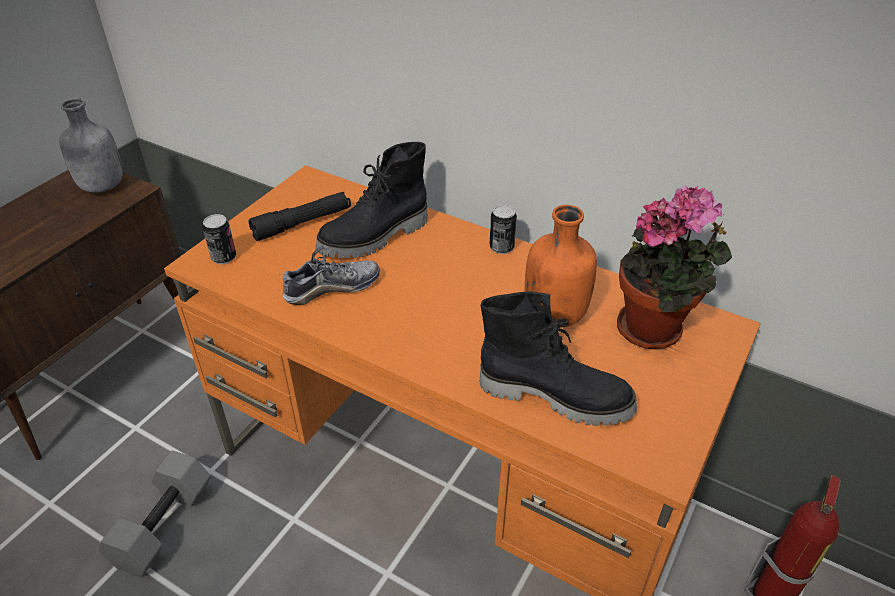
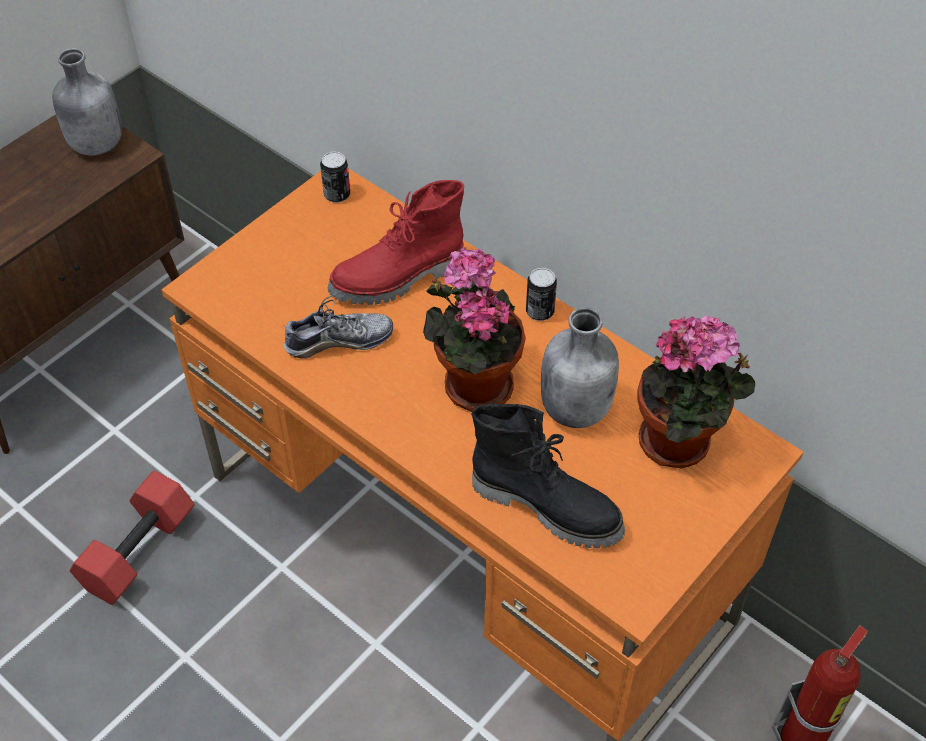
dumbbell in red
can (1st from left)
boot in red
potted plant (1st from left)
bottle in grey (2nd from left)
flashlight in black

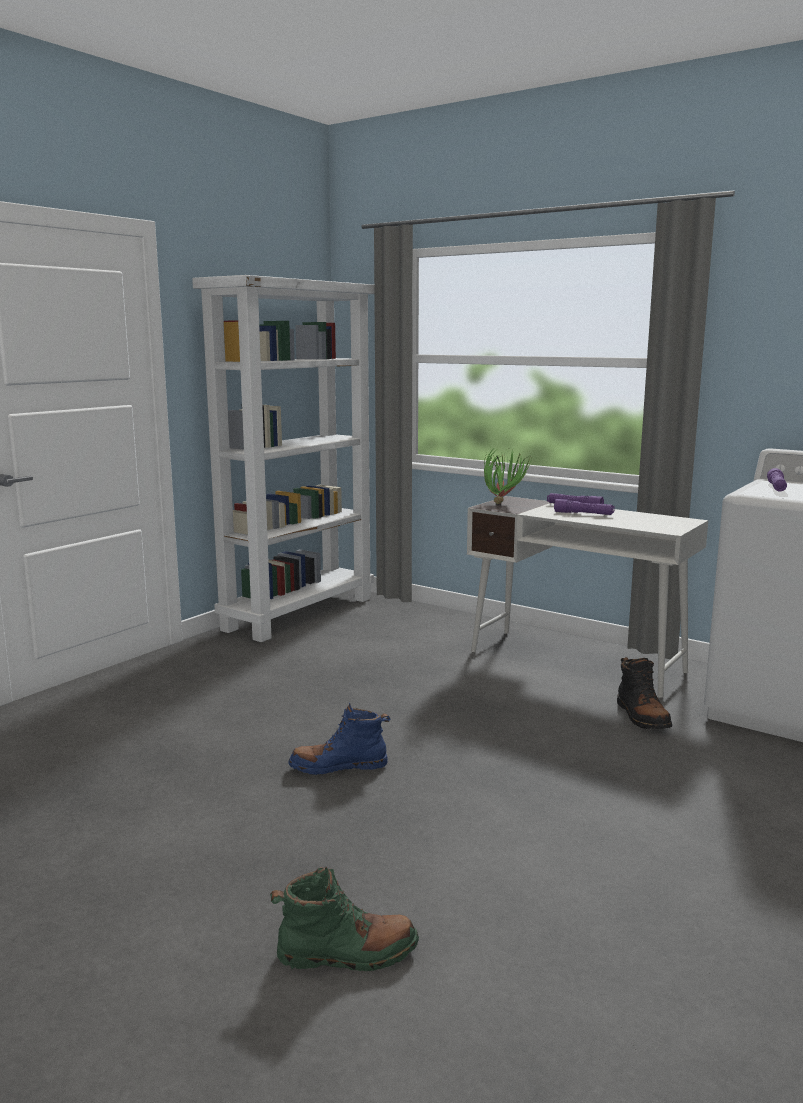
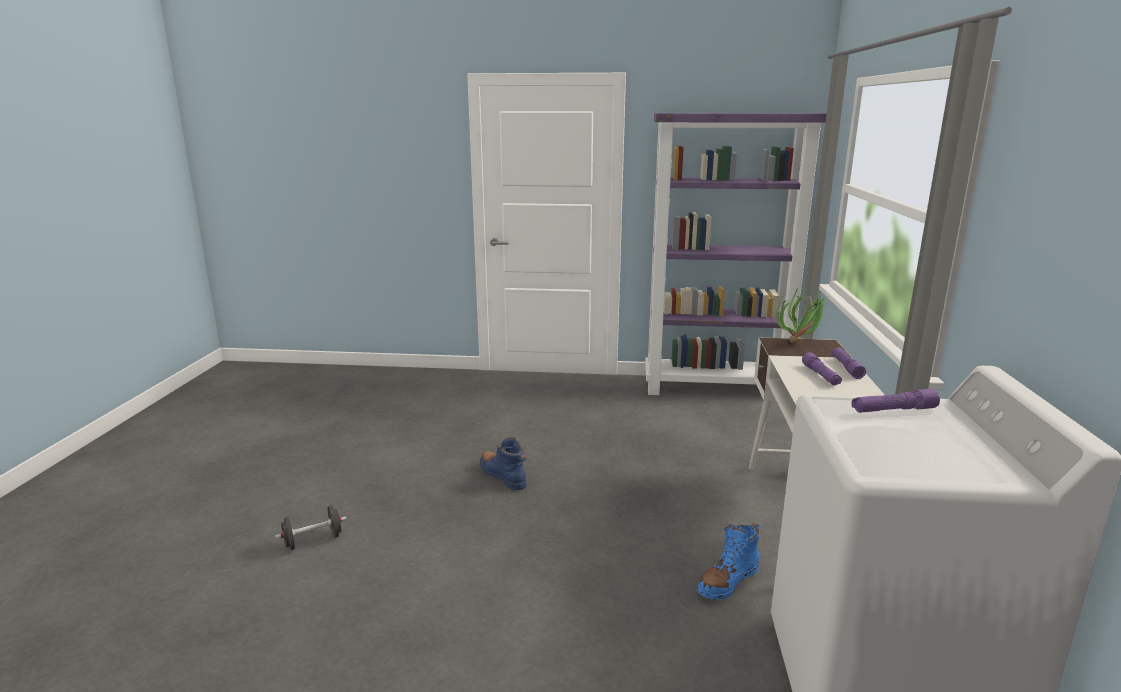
dumbbell in black
bookcase in purple
boot in blue (2nd from left)

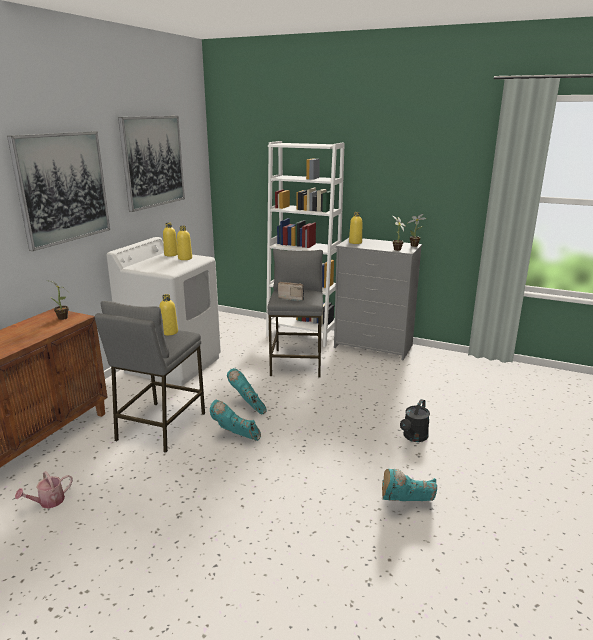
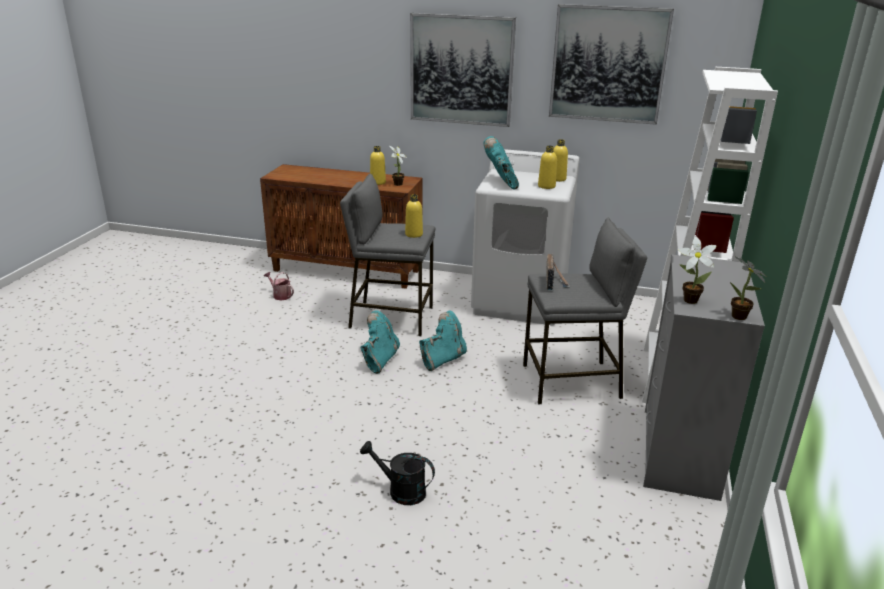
bottle in yellow (1st from left)
boot in turquoise (3rd from left)

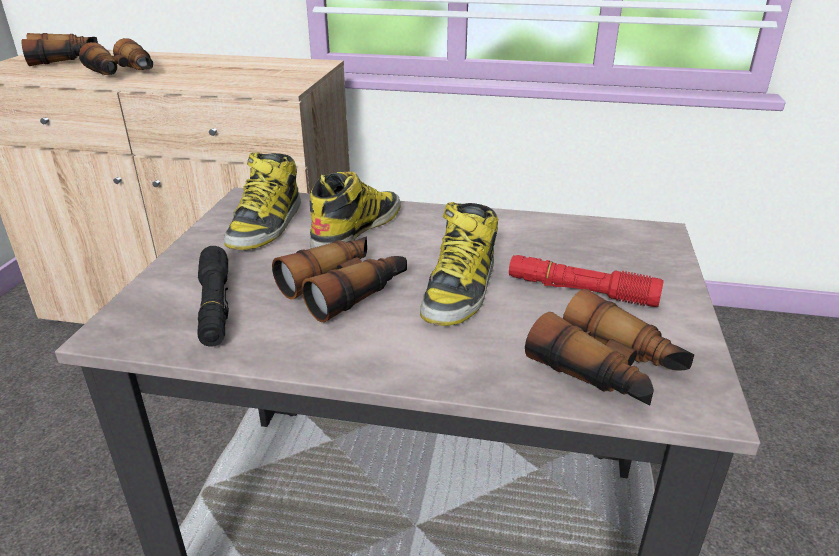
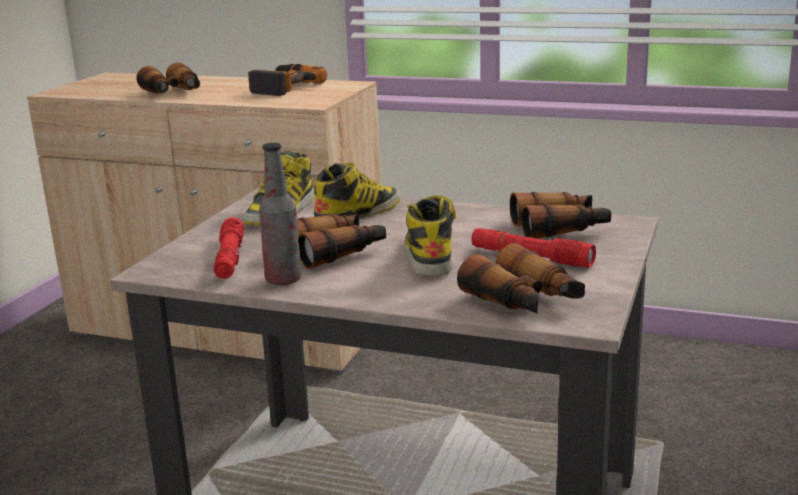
flashlight in red (1st from left)
power drill
bottle
boot (3rd from left)
binoculars (4th from left)

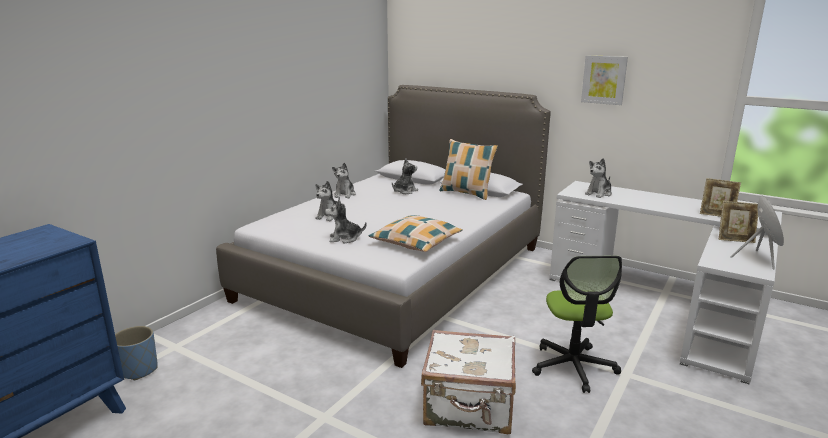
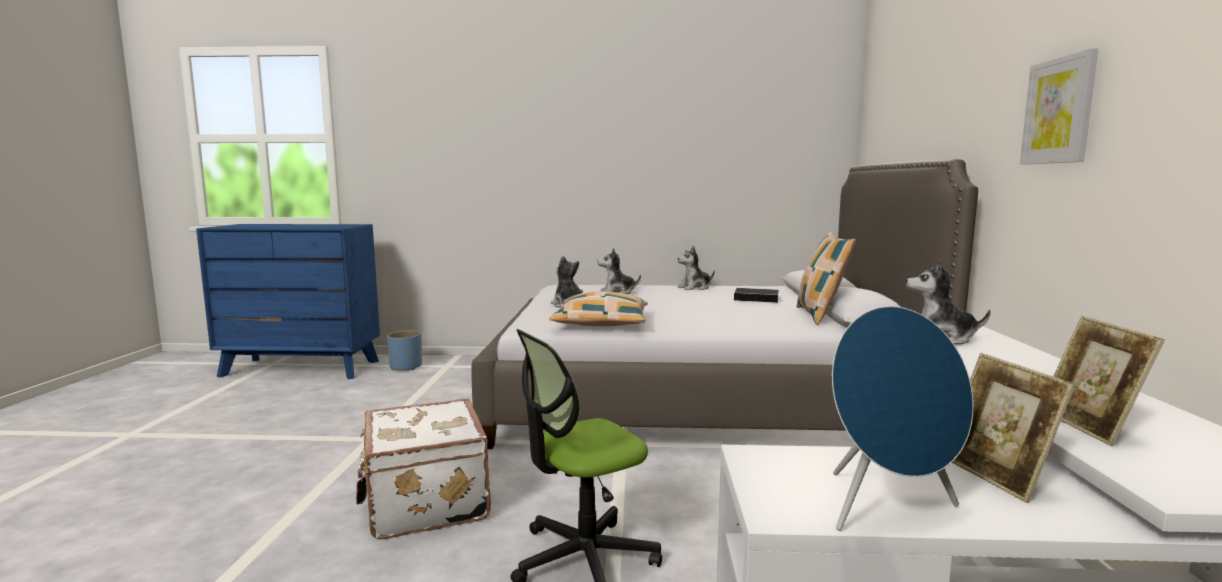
book

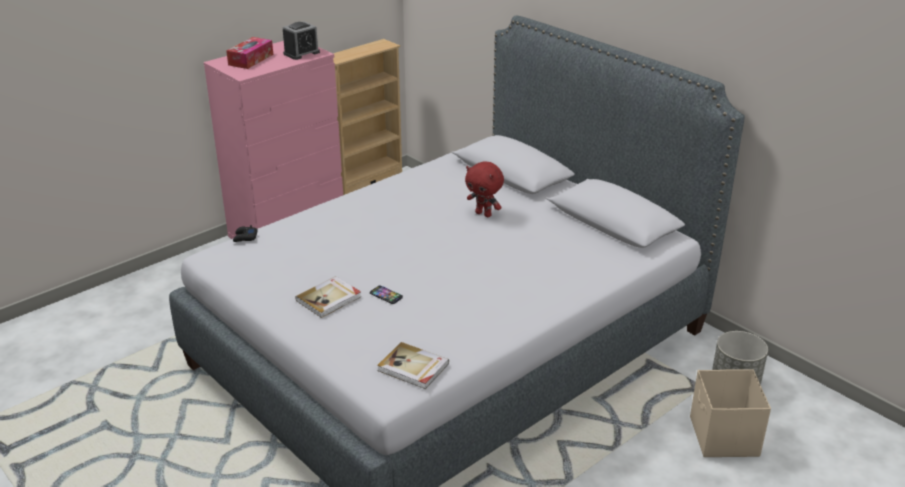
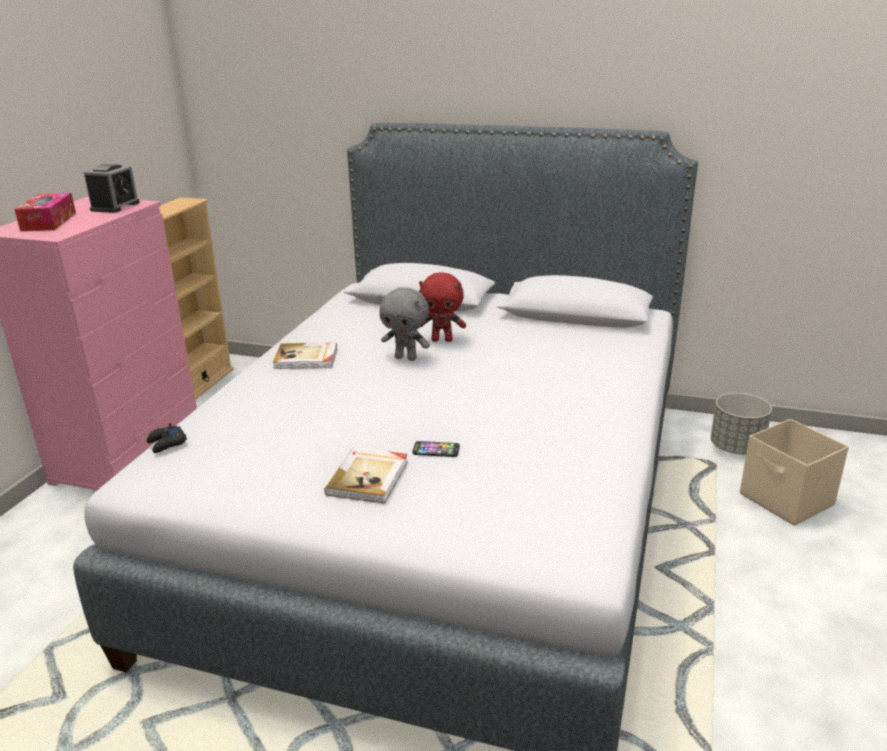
book (1st from left)
plush toy in grey

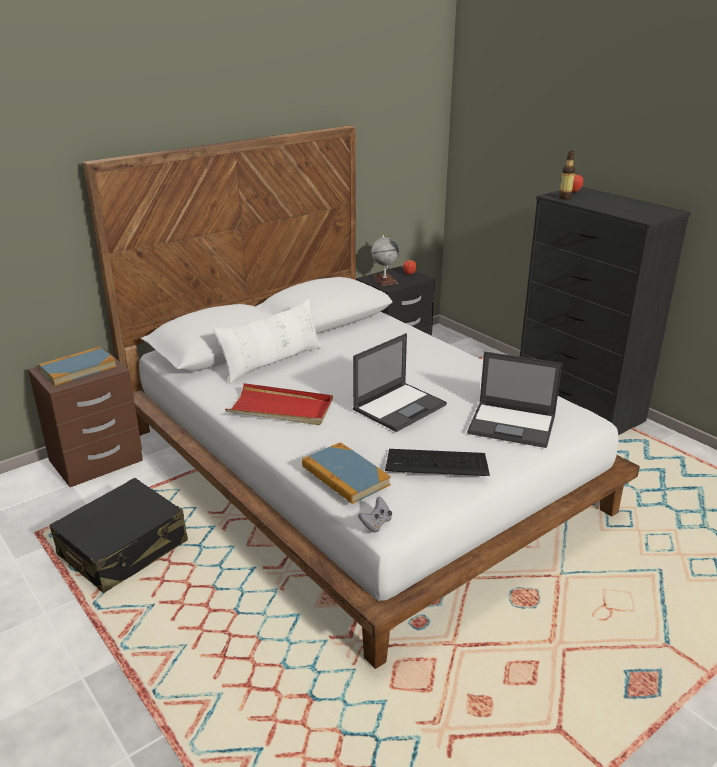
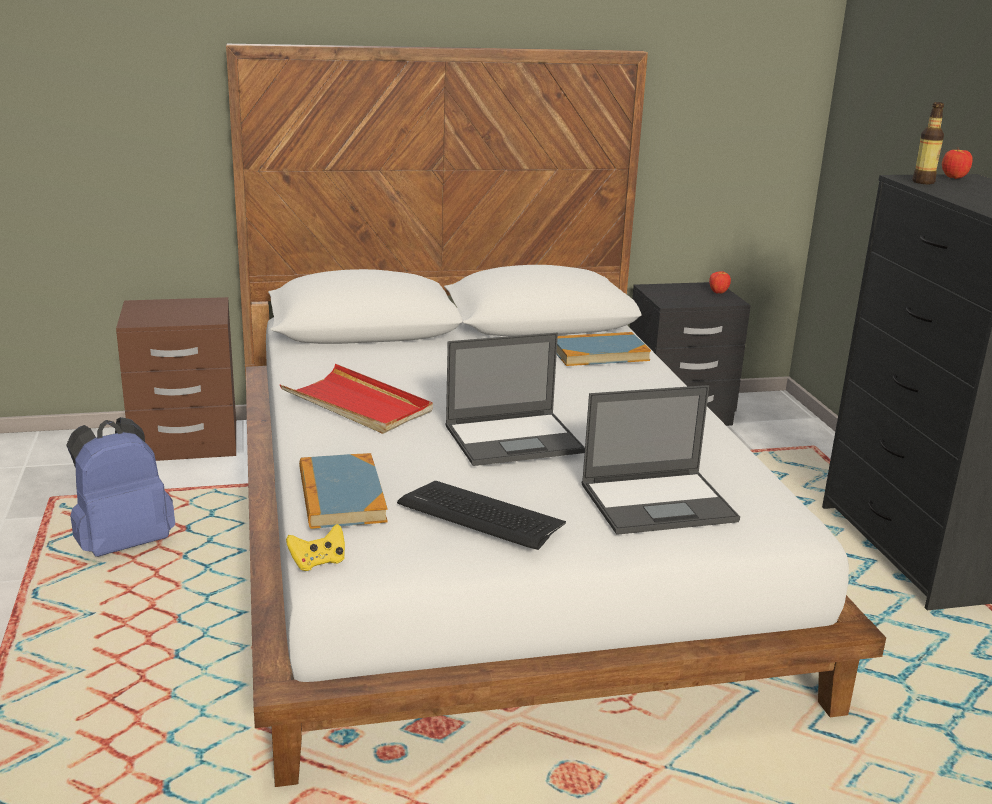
backpack in blue
game controller in yellow
book (2nd from left)
laptop (2nd from left)
pillow in white
globe

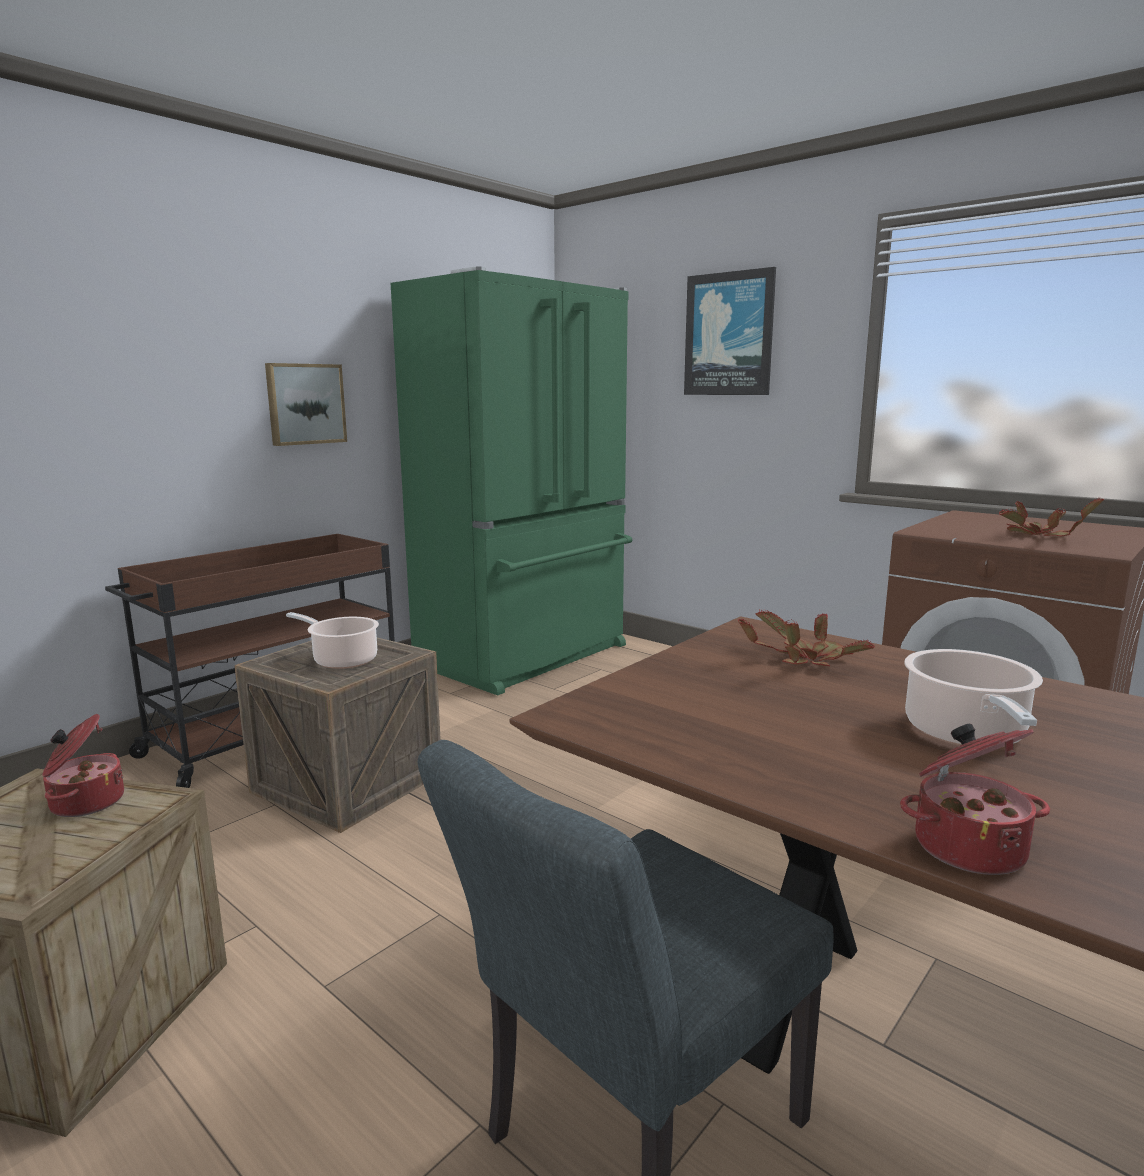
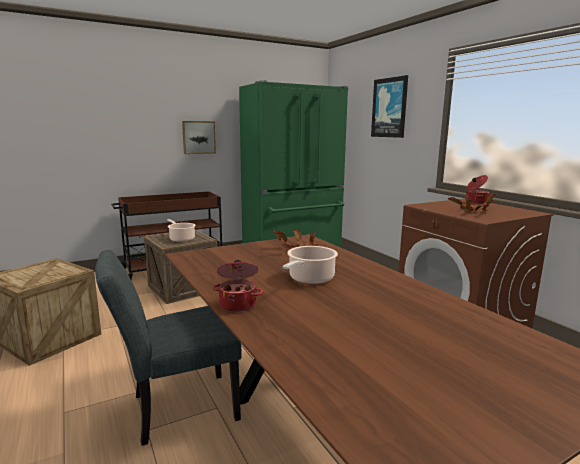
cooking pot (4th from left)

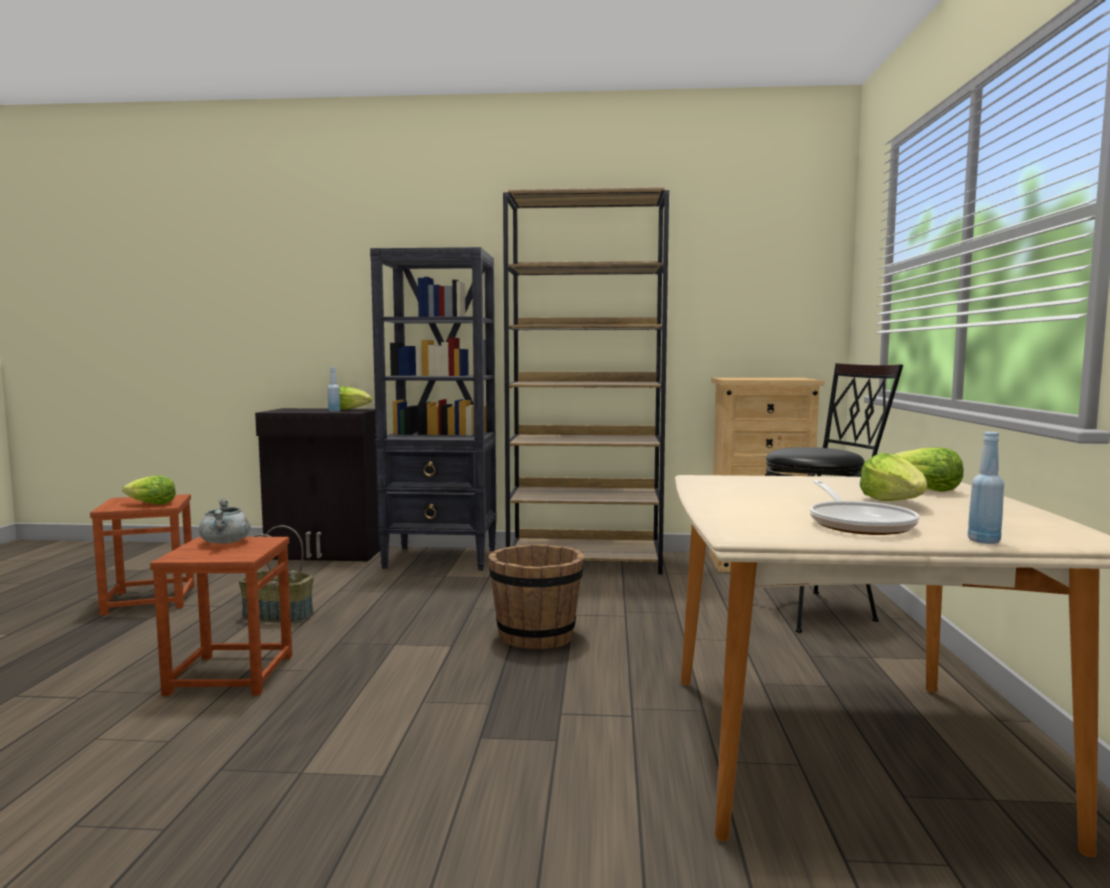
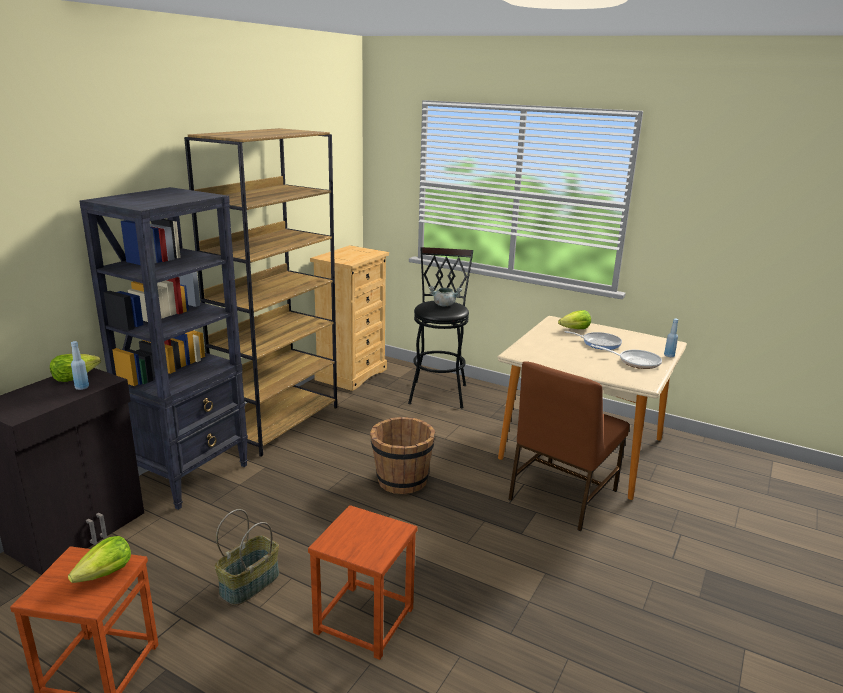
cooking pot in grey
chair in brown
frying pan (1st from left)

